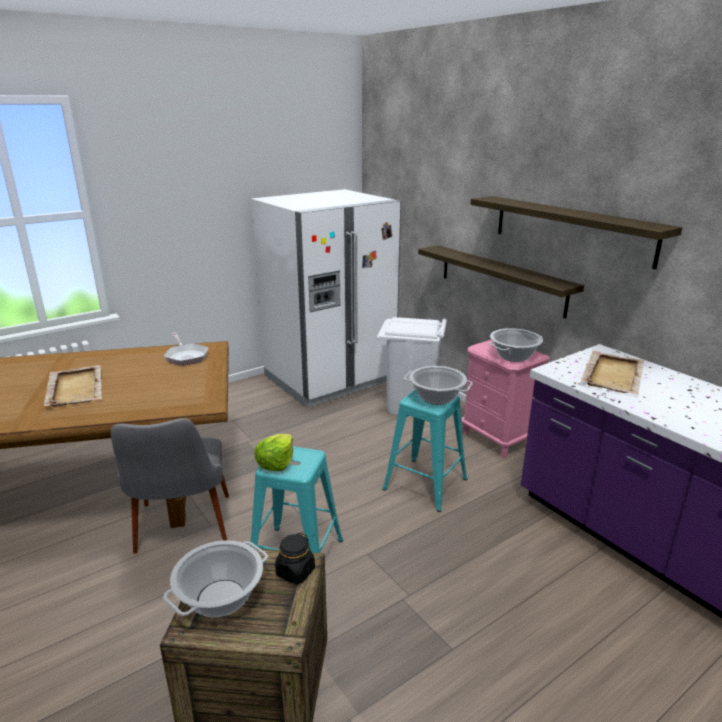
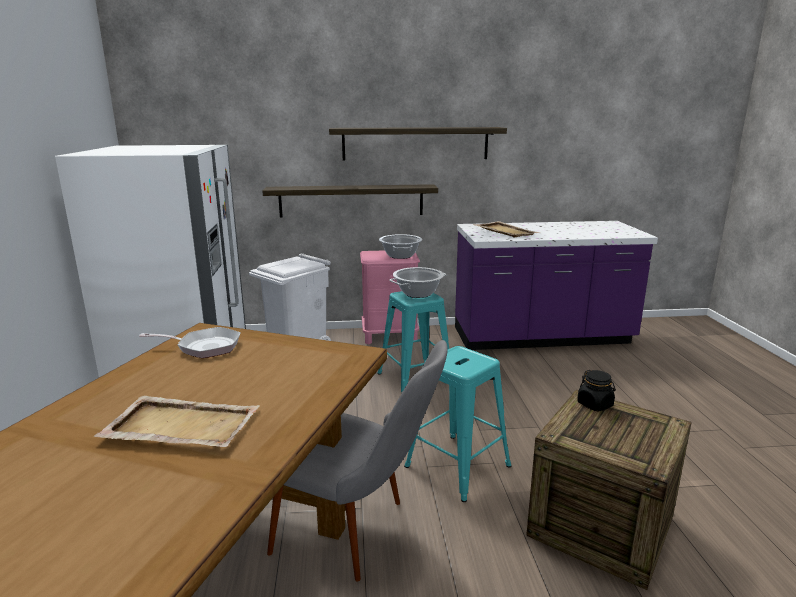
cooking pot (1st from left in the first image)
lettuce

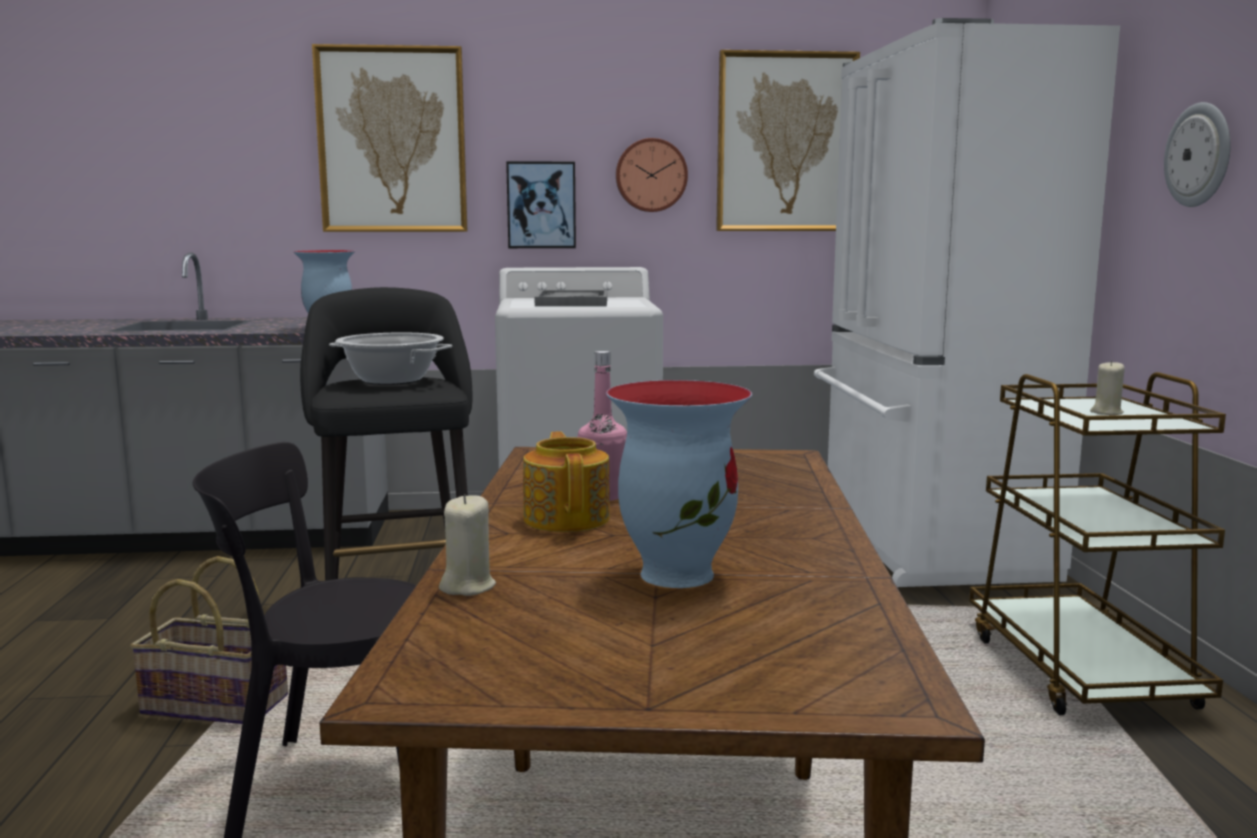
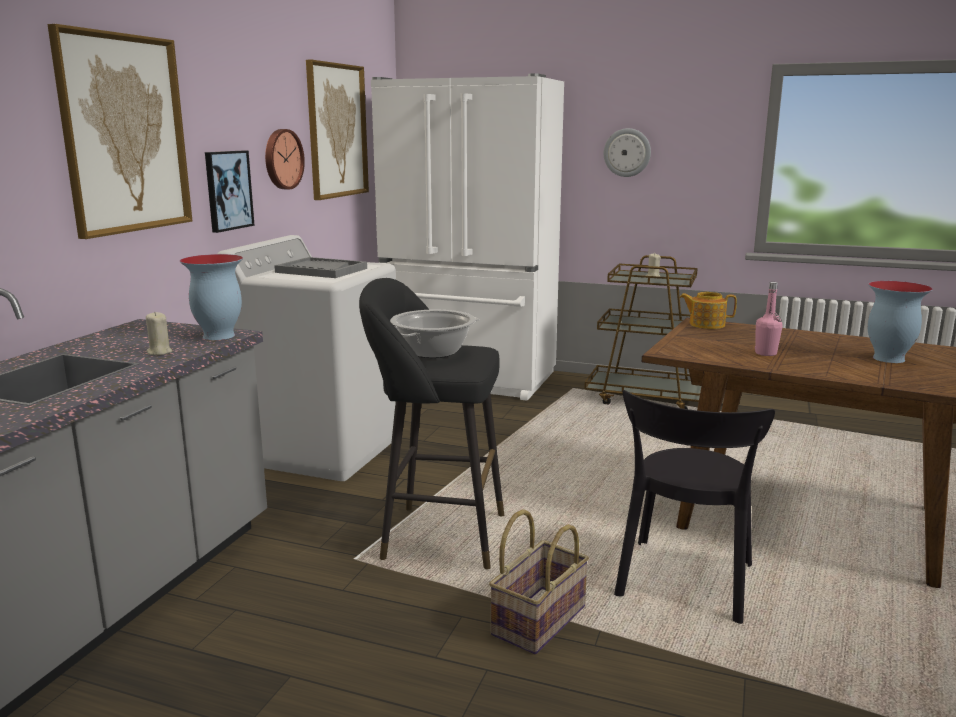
candle in beige (1st from left)
teapot

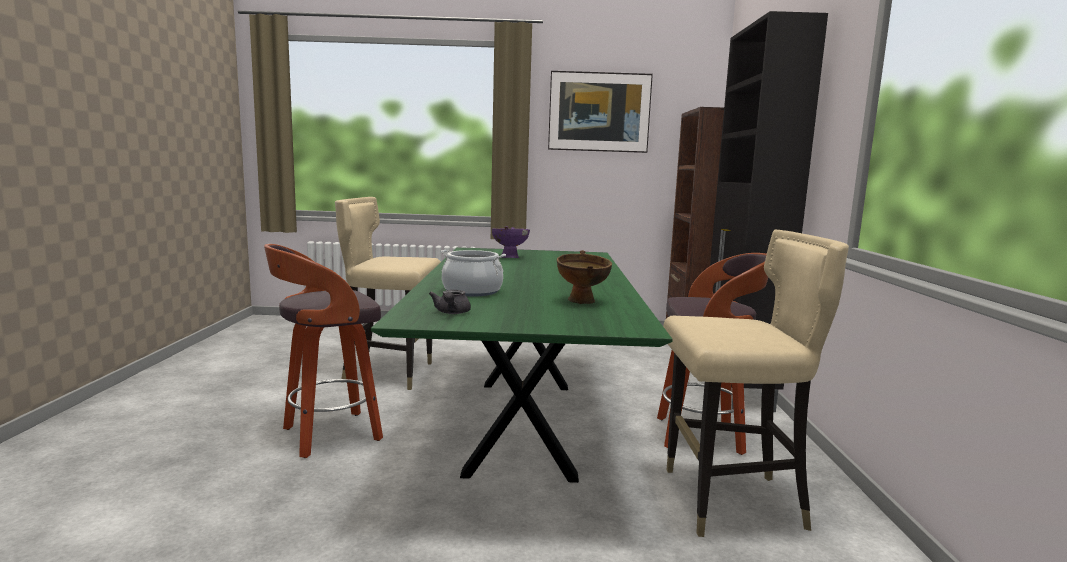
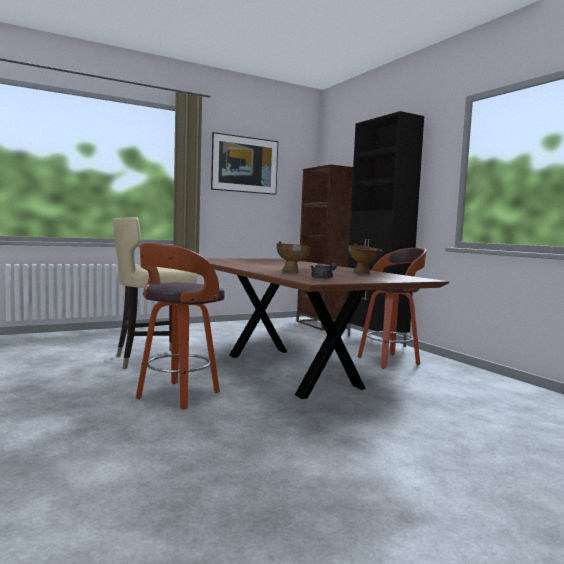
dining table in brown
bowl in brown (1st from left)
bowl in purple
chair in beige (2nd from left in the first image)

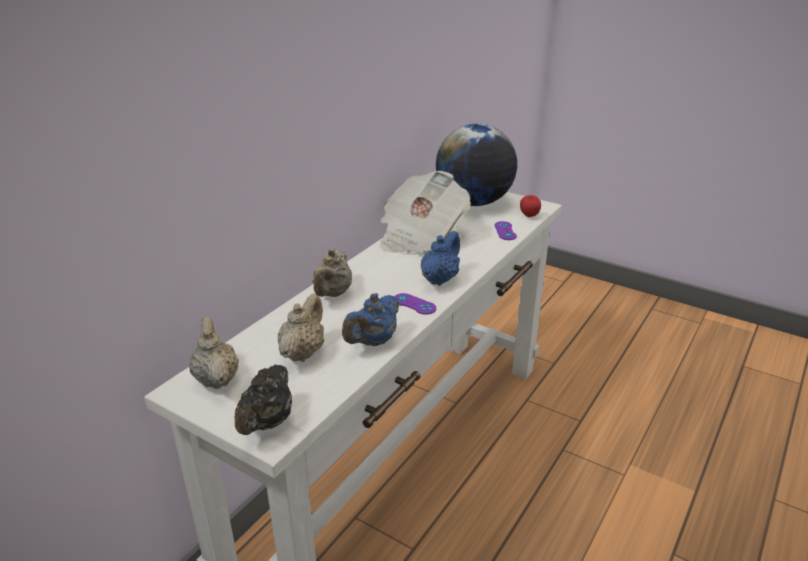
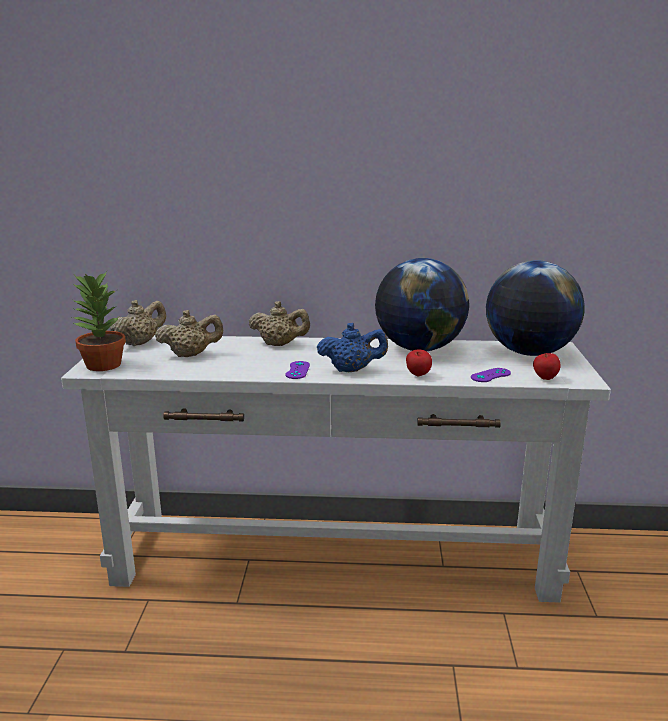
potted plant
teapot in beige (3rd from left)
globe (1st from left)
apple (1st from left)
teapot in blue (1st from left in the first image)

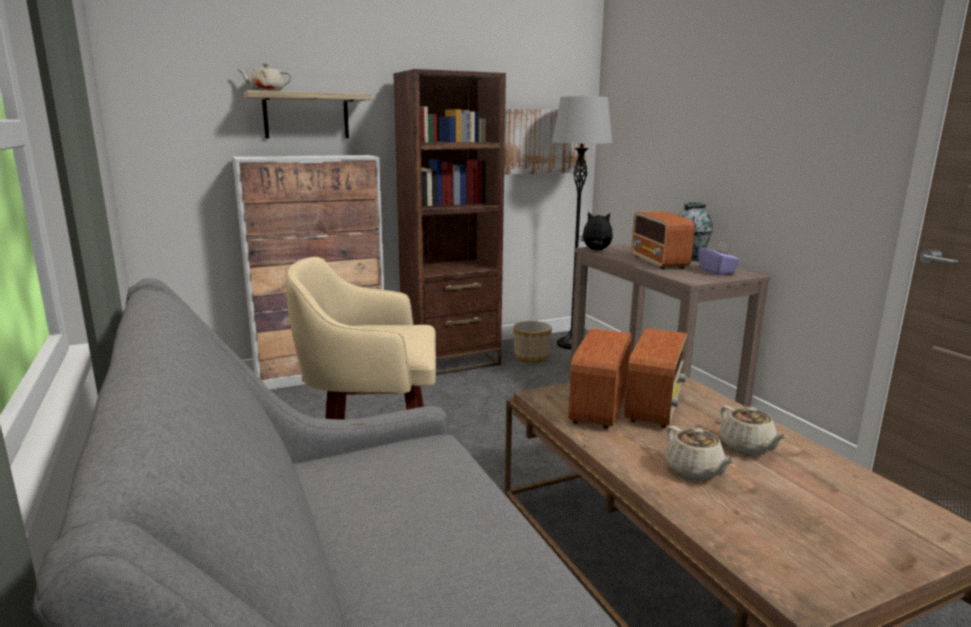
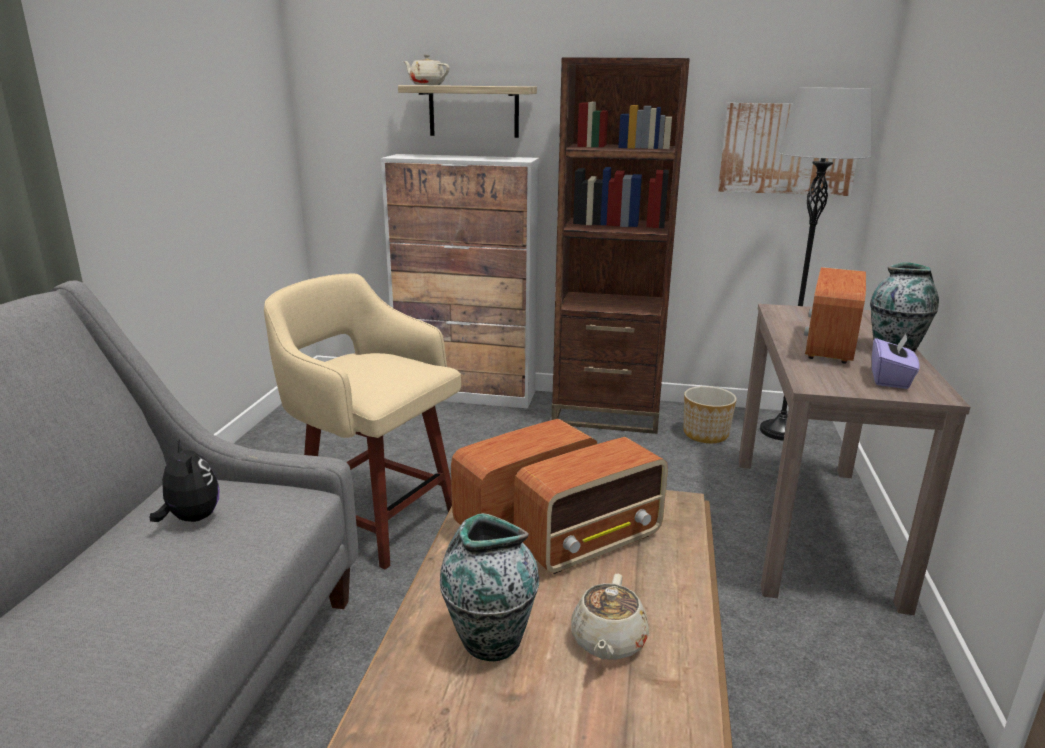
plush toy
vase (1st from left)

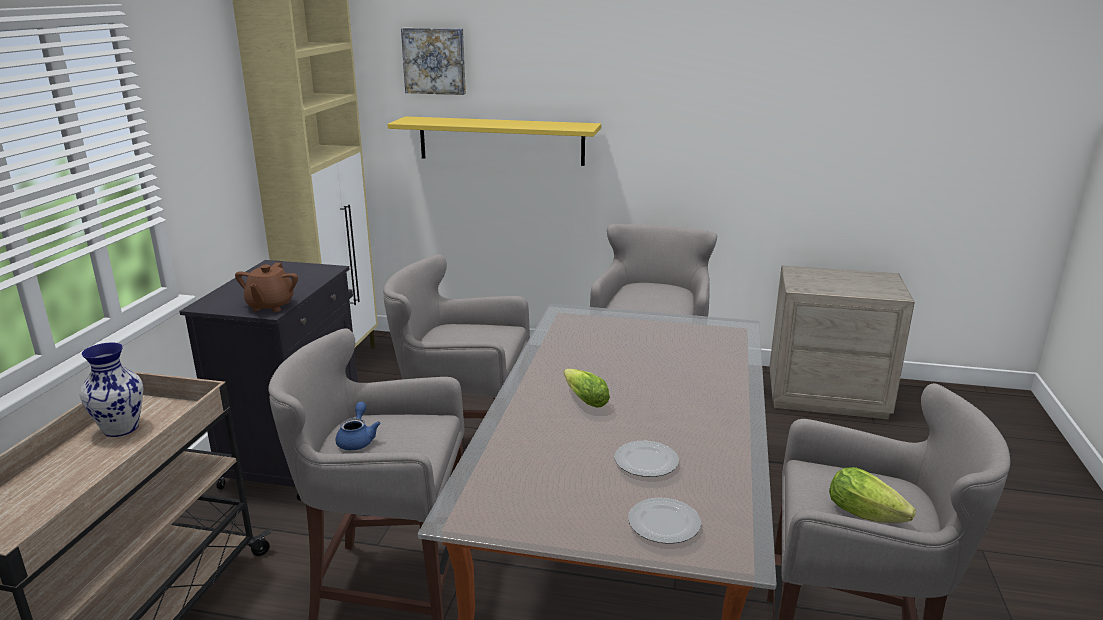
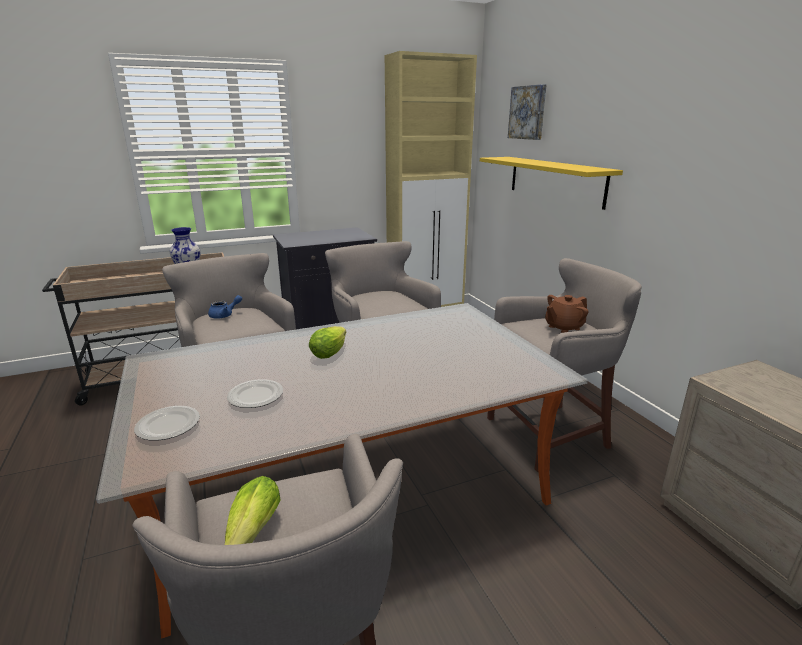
teapot in brown

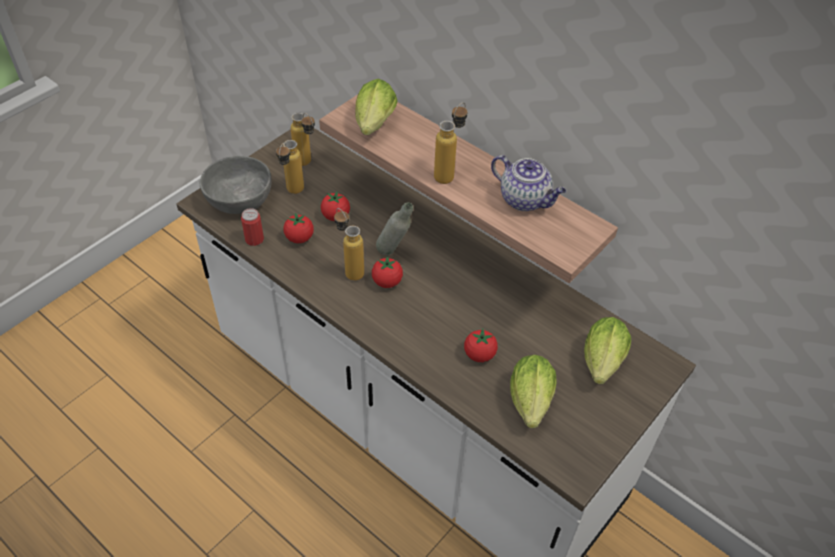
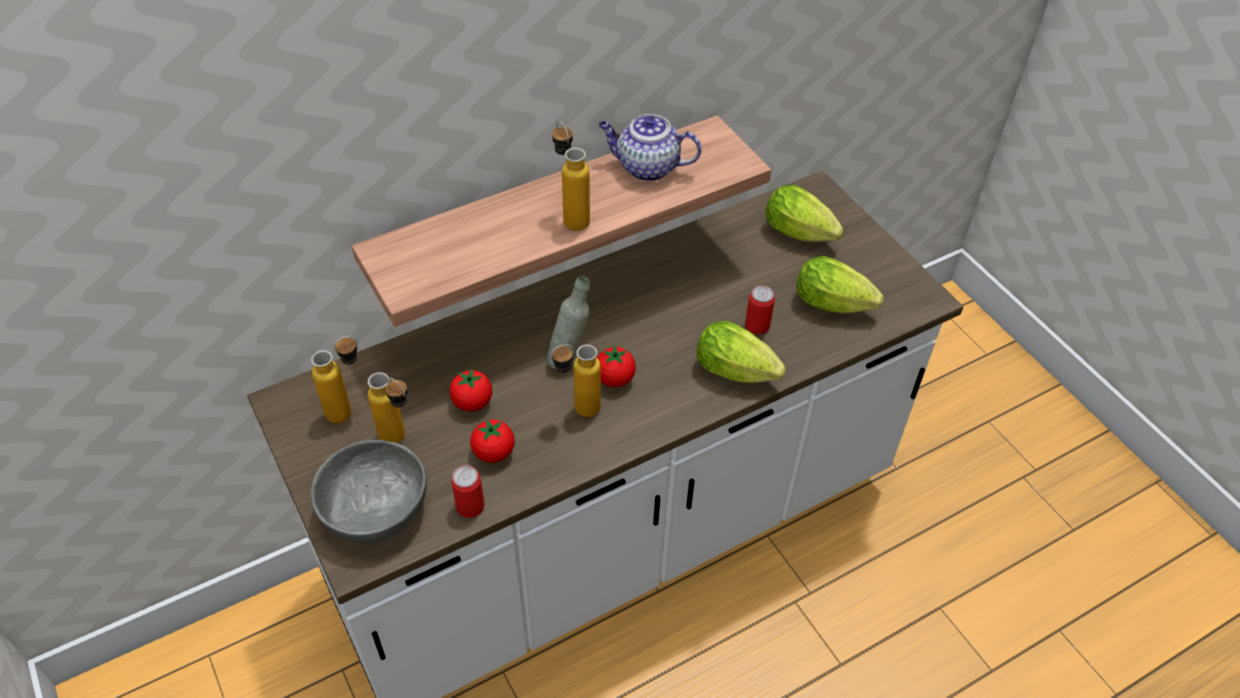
teapot
lettuce (1st from left)
can (2nd from left)

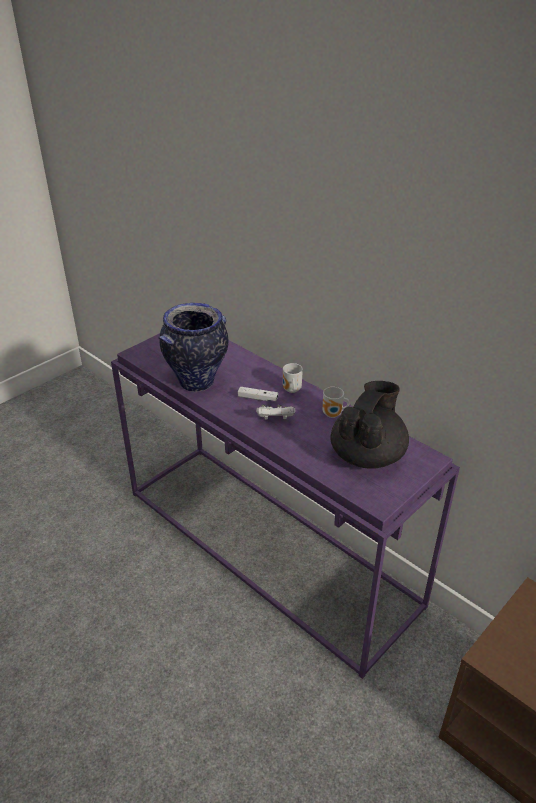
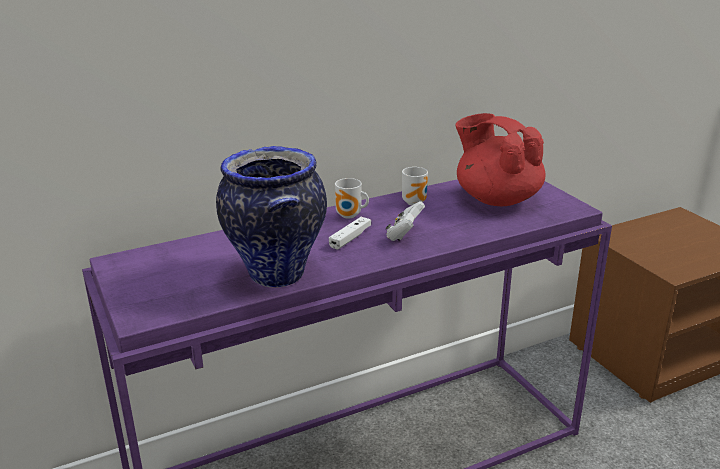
teapot in red

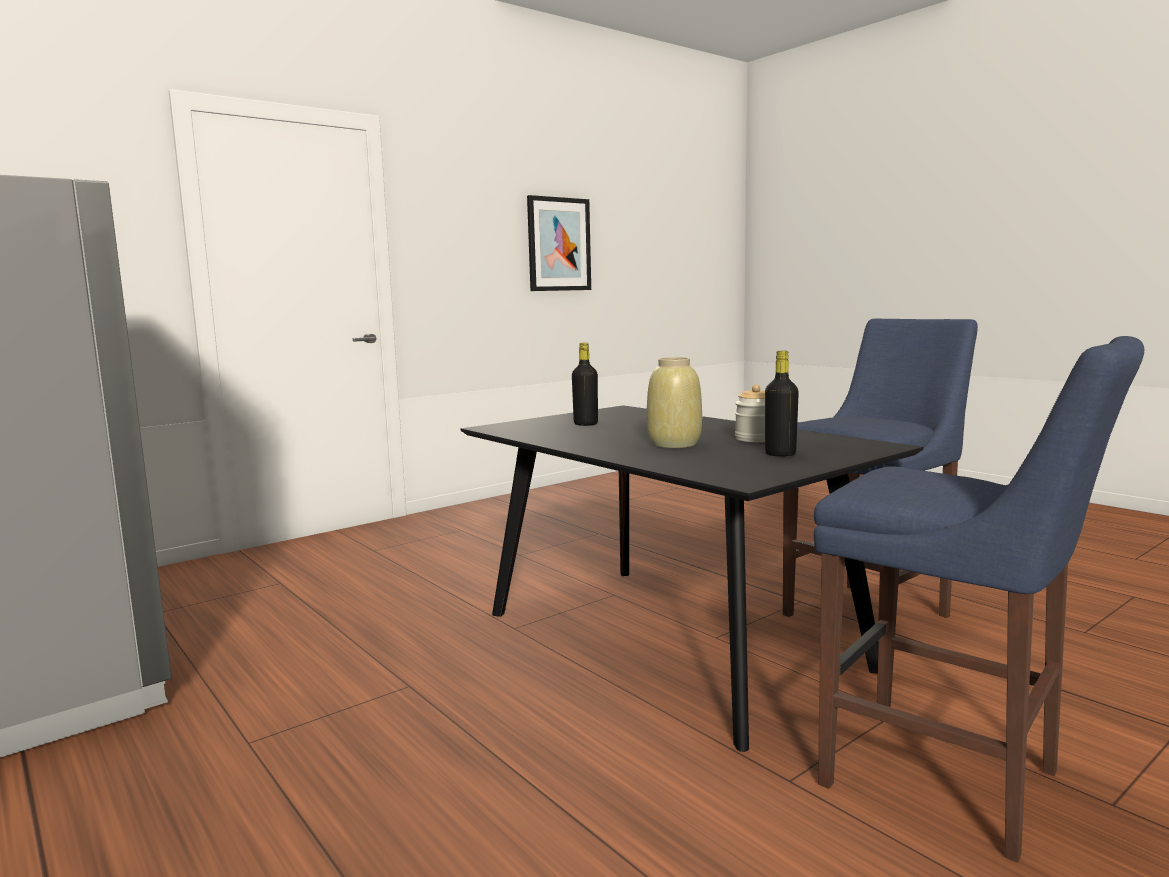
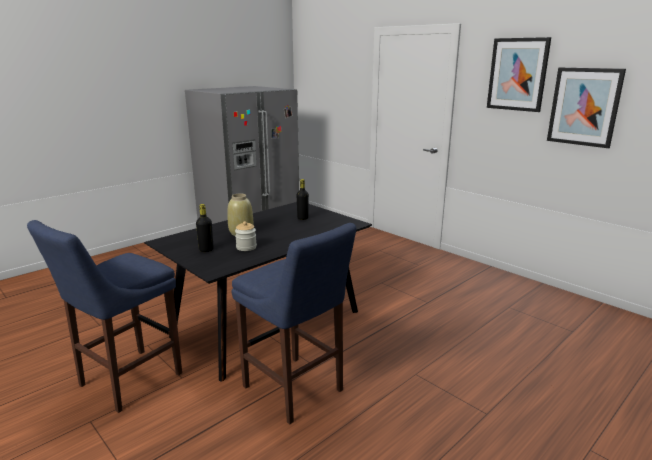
picture (1st from left)

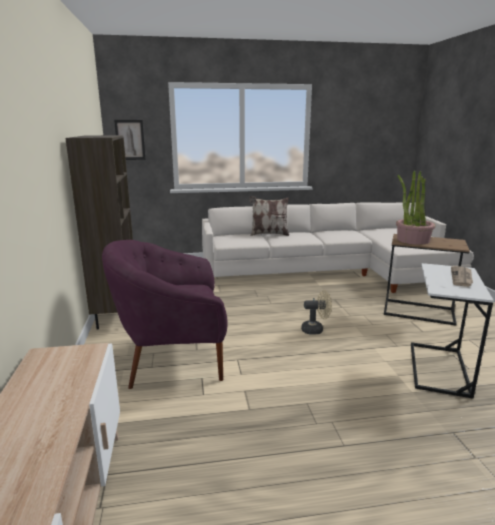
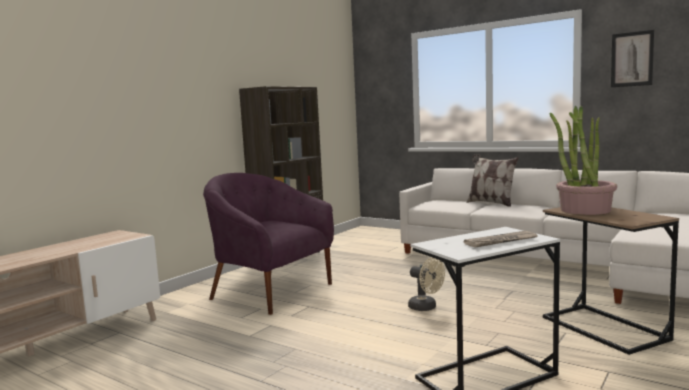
picture

